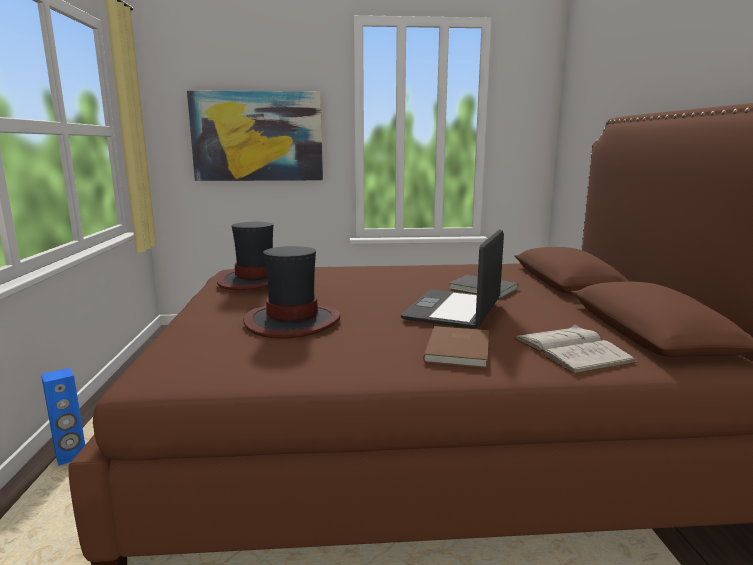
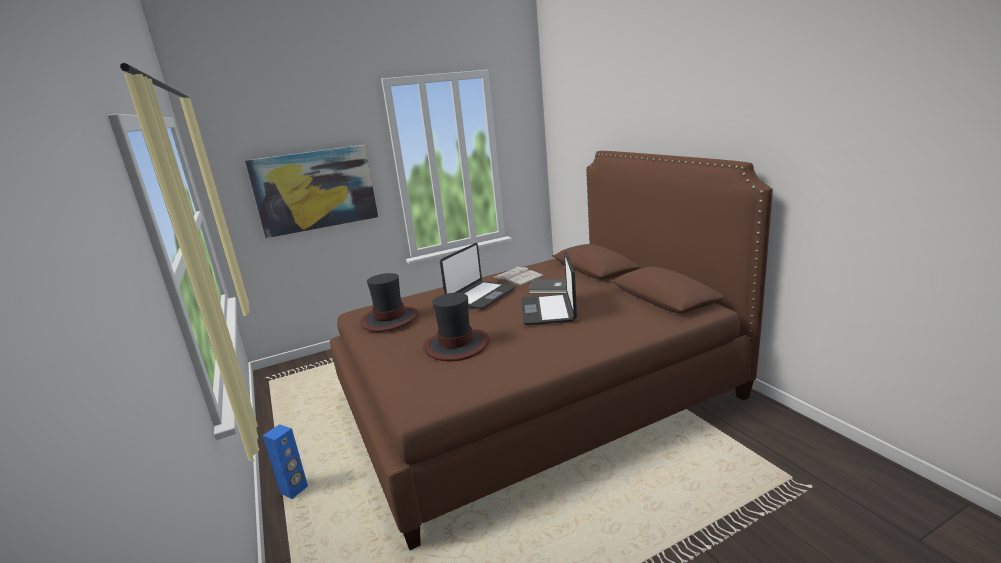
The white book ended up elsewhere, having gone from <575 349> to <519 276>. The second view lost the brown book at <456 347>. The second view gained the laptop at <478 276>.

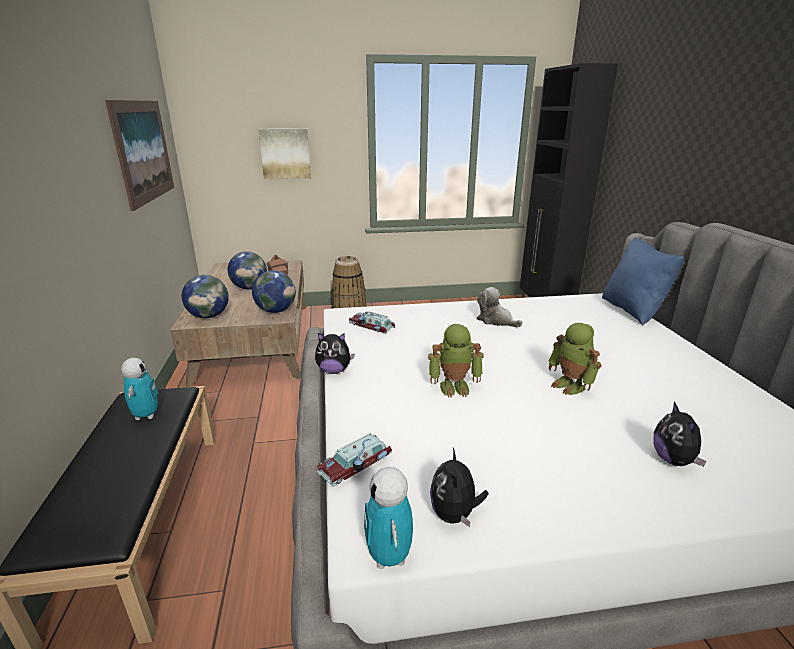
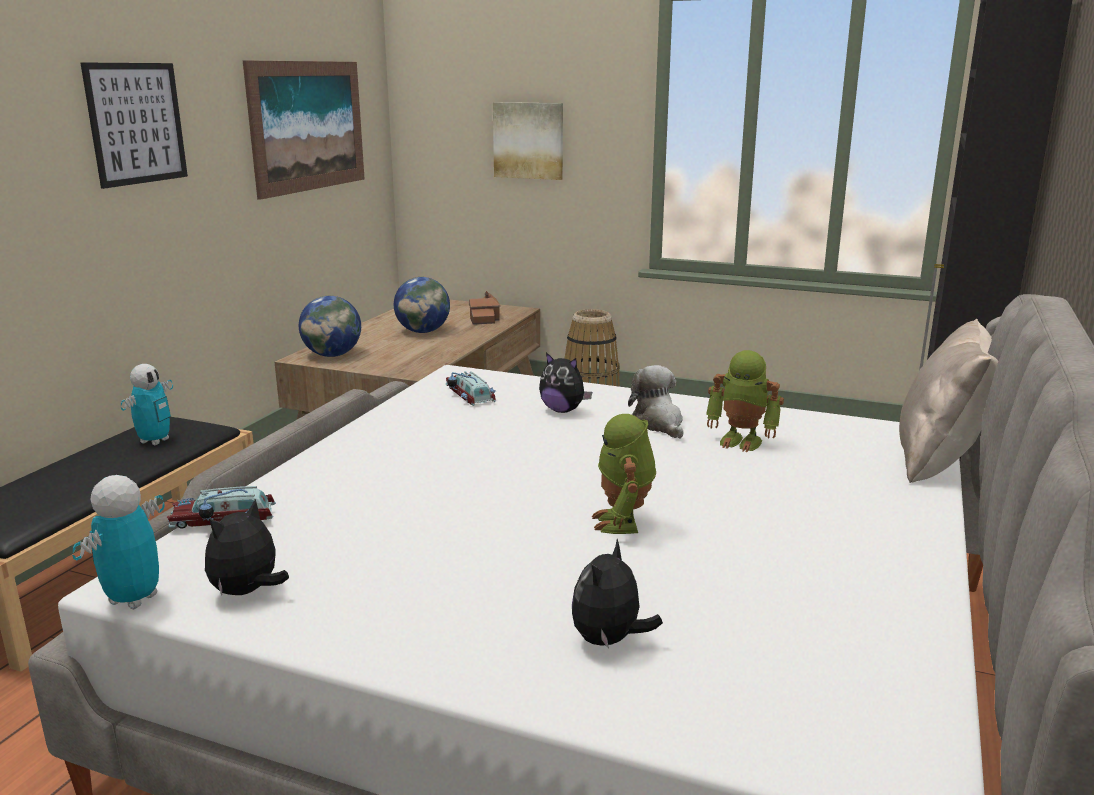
What was the blue pillow at <643 281> turned into the beige pillow at <948 401>. The second view lost the globe at <274 291>. The toy robot ended up elsewhere, having gone from <456 361> to <745 401>. The plush toy ended up elsewhere, having gone from <335 353> to <565 382>. The second view gained the picture at <134 126>.

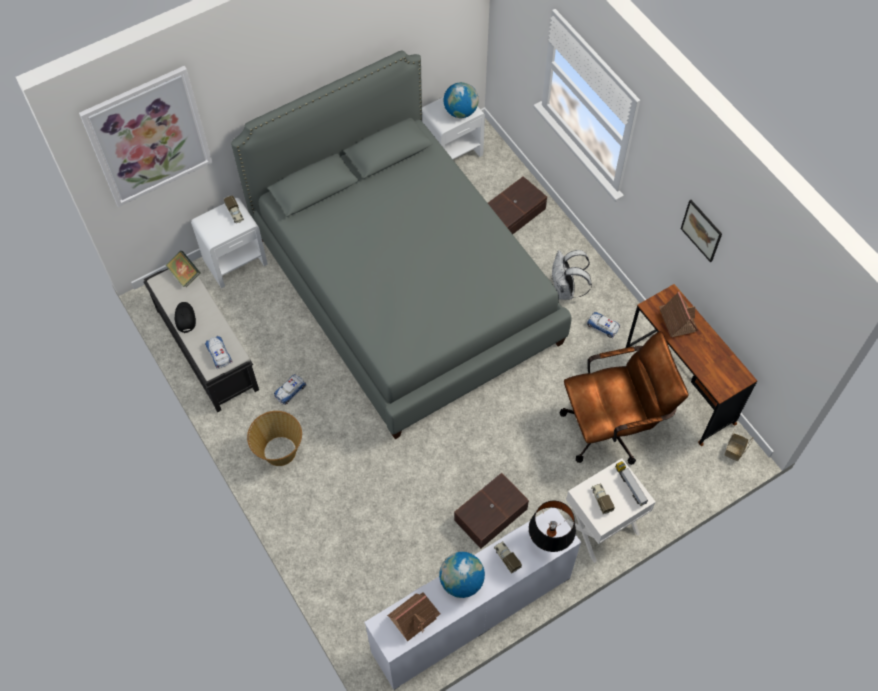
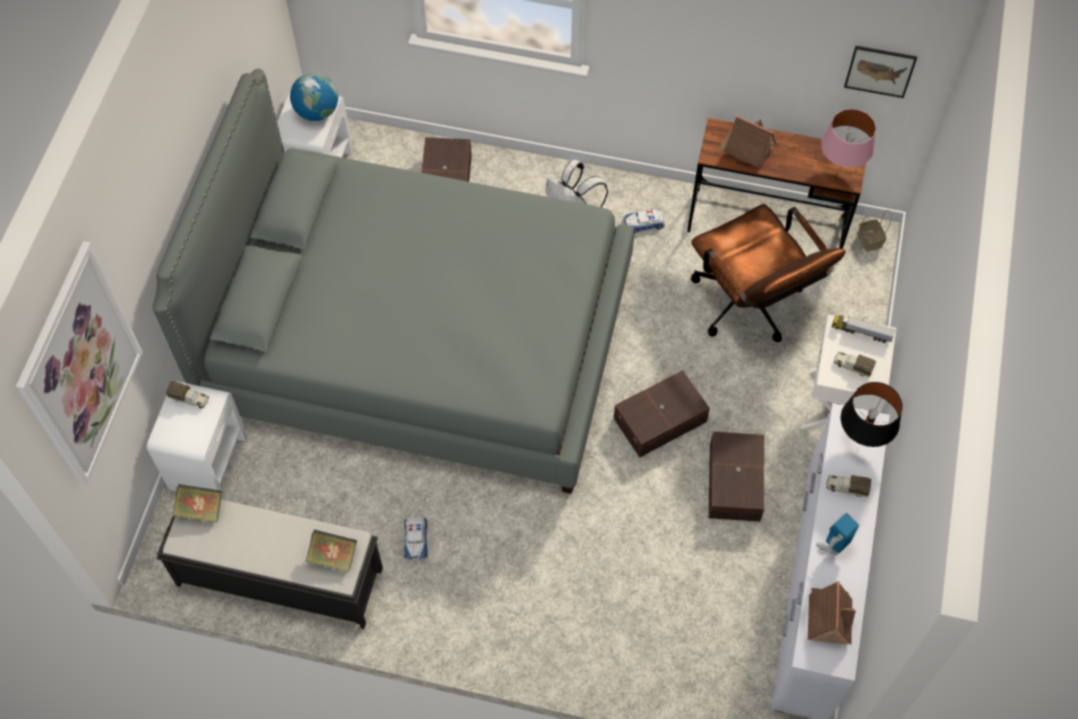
The picture ended up elsewhere, having gone from <701 231> to <880 72>. The second view lost the black cap at <185 317>. The brown office chair at <623 398> ended up facing another way, 120 degrees clockwise from before. Where the toy car stood at <219 352>, the book came to stand at <331 551>. The second view lost the basket at <274 438>. Where the globe stood at <462 575>, the toy robot came to stand at <837 534>. The second view gained the pink table lamp at <848 138>. The second view gained the brown storage box at <662 413>.

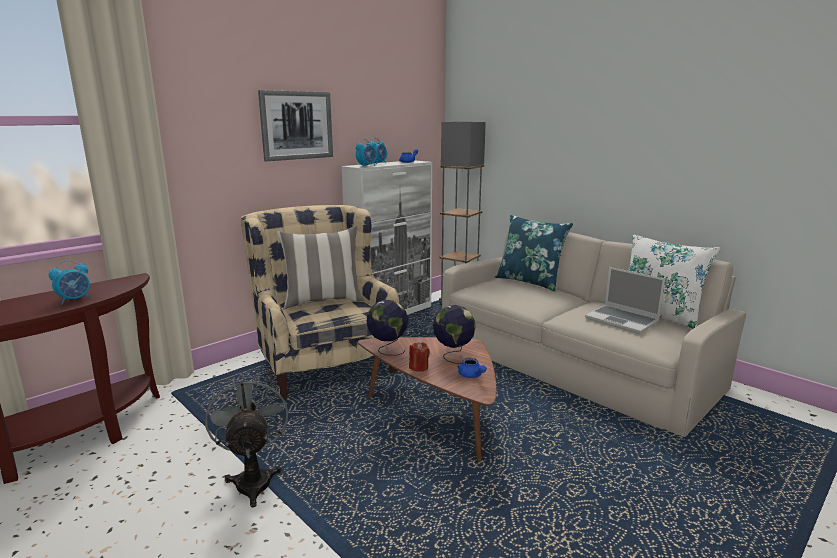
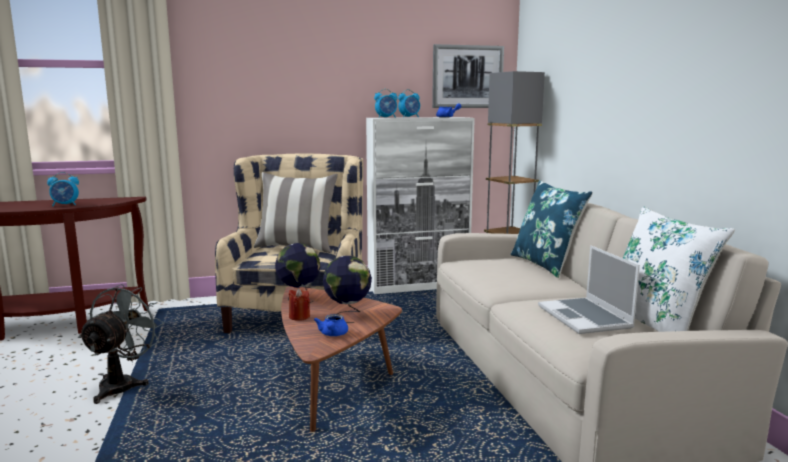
The picture ended up elsewhere, having gone from <295 125> to <468 76>.

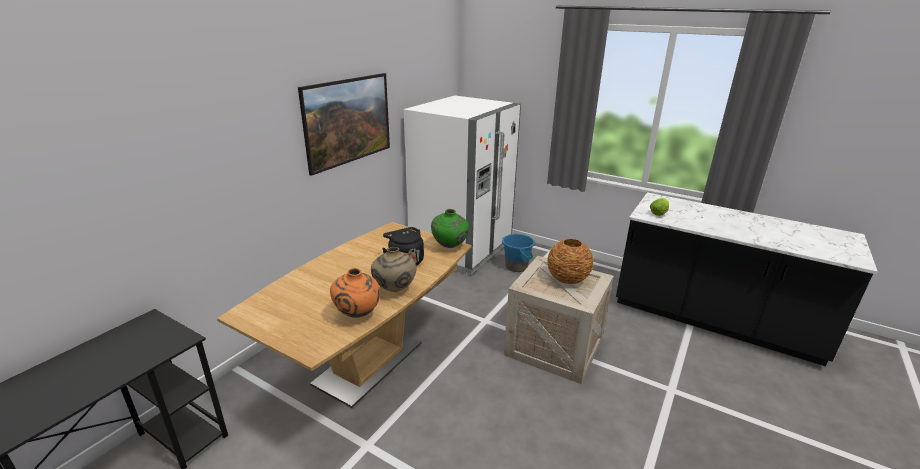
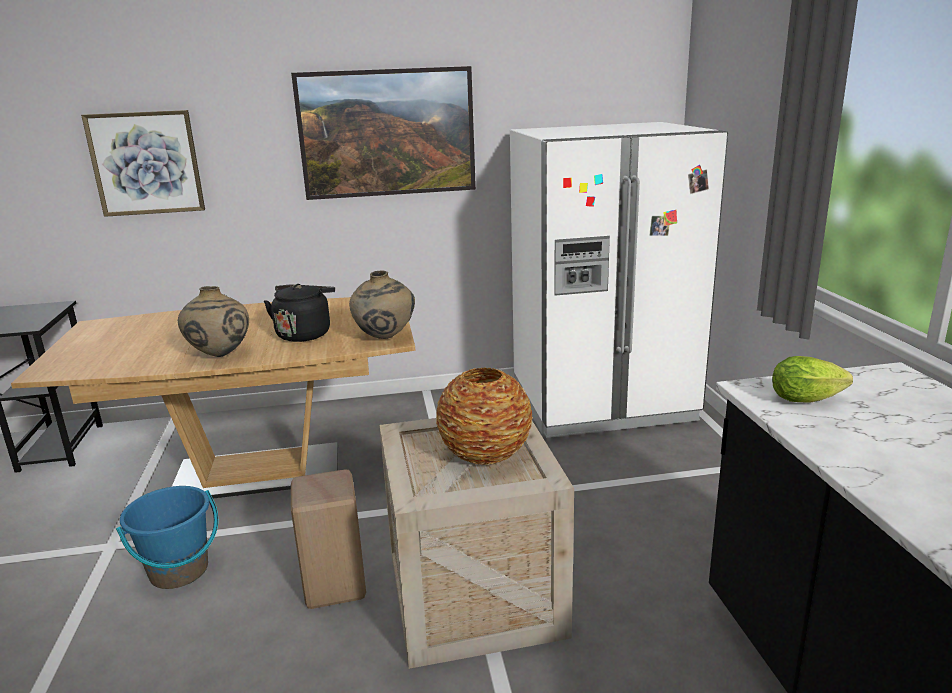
What was the green vase at <450 228> turned into the beige vase at <382 305>. The blue bucket ended up elsewhere, having gone from <518 253> to <167 537>. The second view lost the orange vase at <355 293>. The second view gained the picture at <143 163>. The second view gained the beige stool at <328 539>.

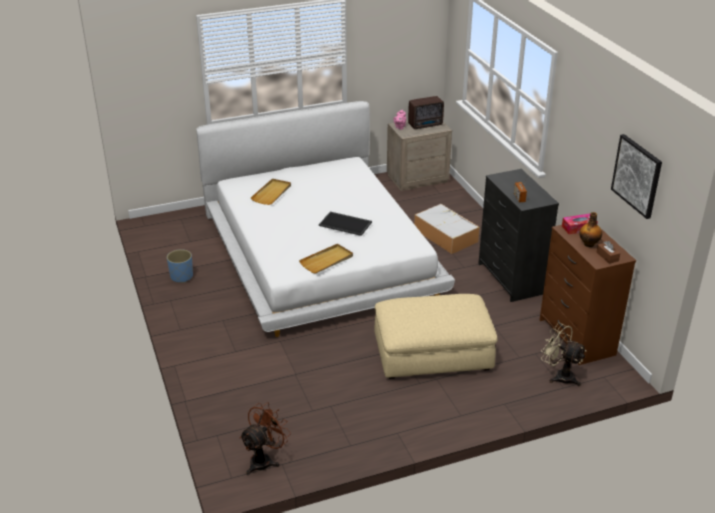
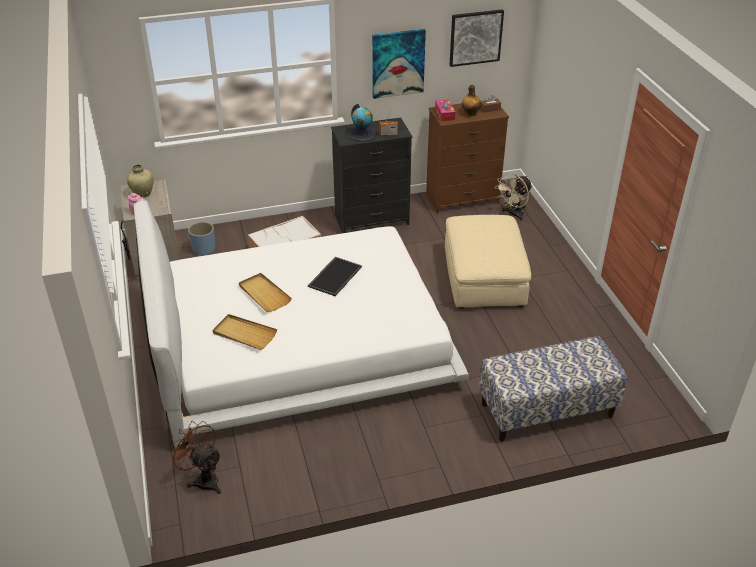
Where the radio stood at <426 112>, the beige vase came to stand at <140 180>. The beige tray ended up elsewhere, having gone from <326 259> to <265 292>. The blue planter ended up elsewhere, having gone from <180 266> to <201 239>. The brown fan ended up elsewhere, having gone from <265 438> to <194 457>. The second view gained the picture at <399 64>. The second view gained the globe at <362 123>. The second view gained the bench at <553 389>.

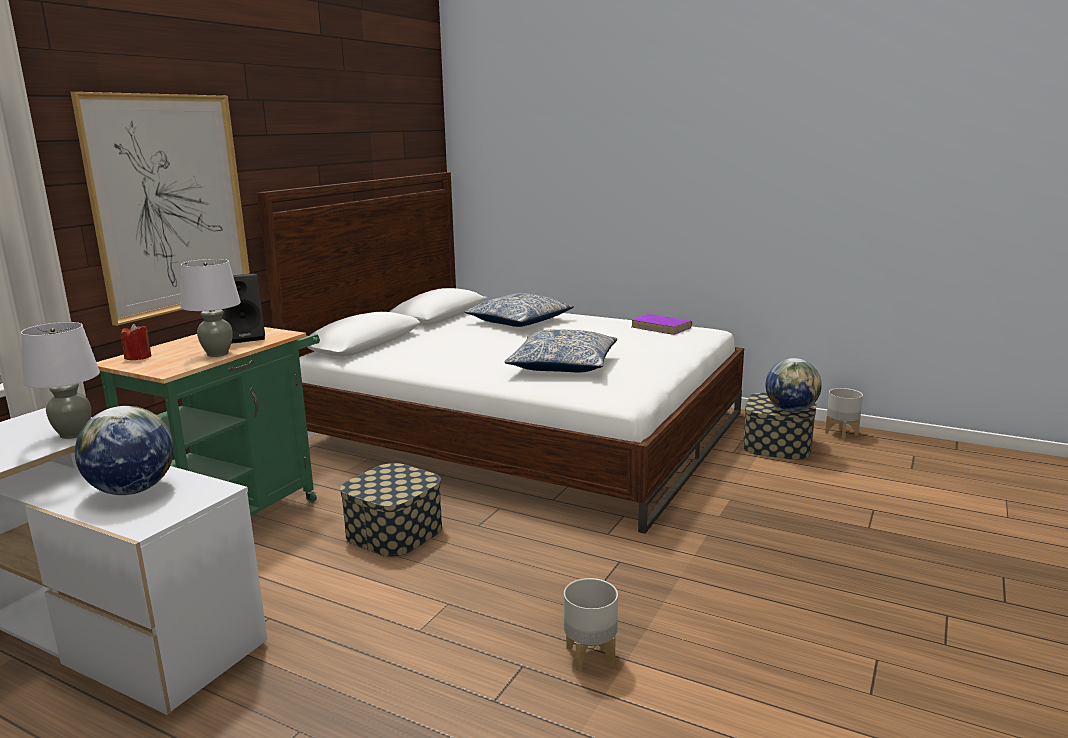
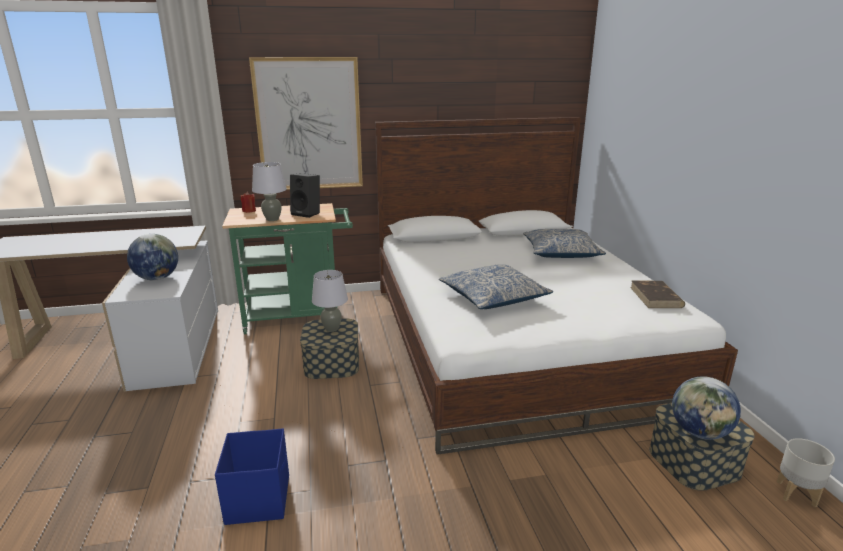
What was the purple book at <661 324> turned into the brown book at <657 294>. The grey table lamp ended up elsewhere, having gone from <60 380> to <330 301>. Where the grey planter stood at <591 625>, the blue storage box came to stand at <252 476>.

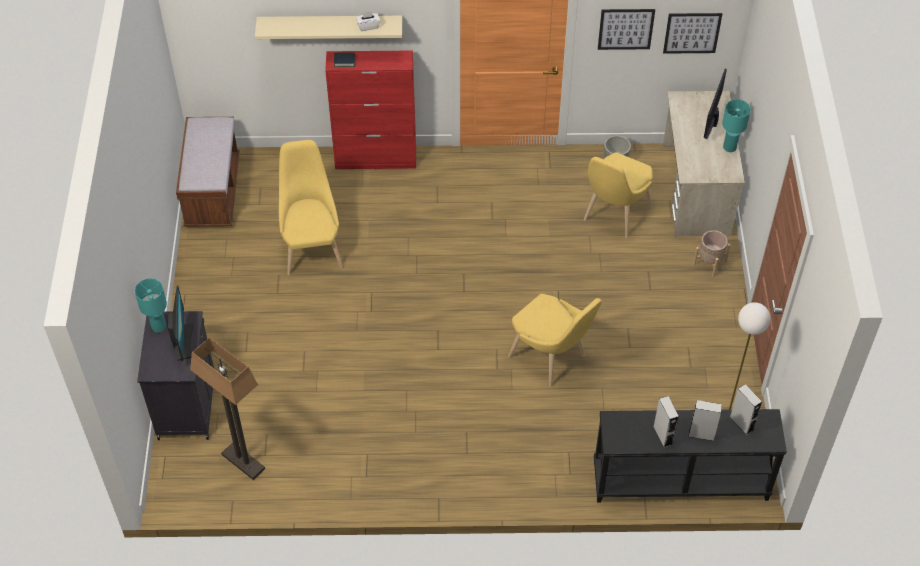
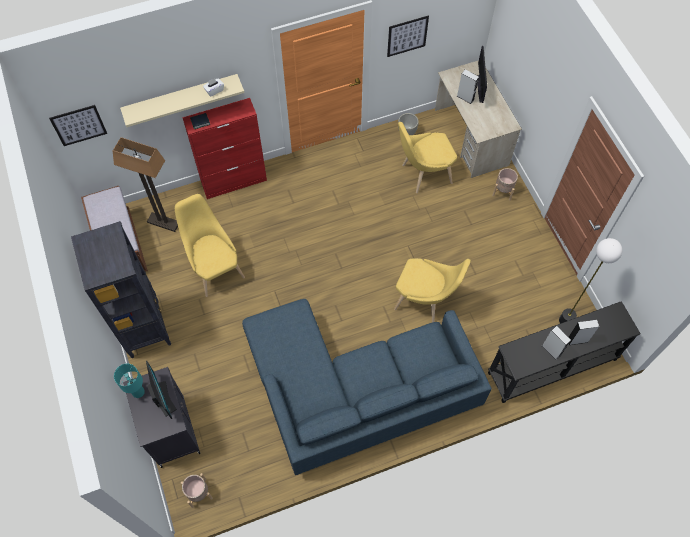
The picture ended up elsewhere, having gone from <692 33> to <78 125>. The second view lost the turquoise table lamp at <736 125>. The yellow chair at <618 195> ended up facing another way, 60 degrees clockwise from before. The floor lamp ended up elsewhere, having gone from <227 408> to <145 184>. The grey speaker ended up elsewhere, having gone from <746 409> to <468 87>. The second view gained the black bookcase at <121 289>. The second view gained the blue sofa at <367 387>. The second view gained the beige planter at <197 490>.

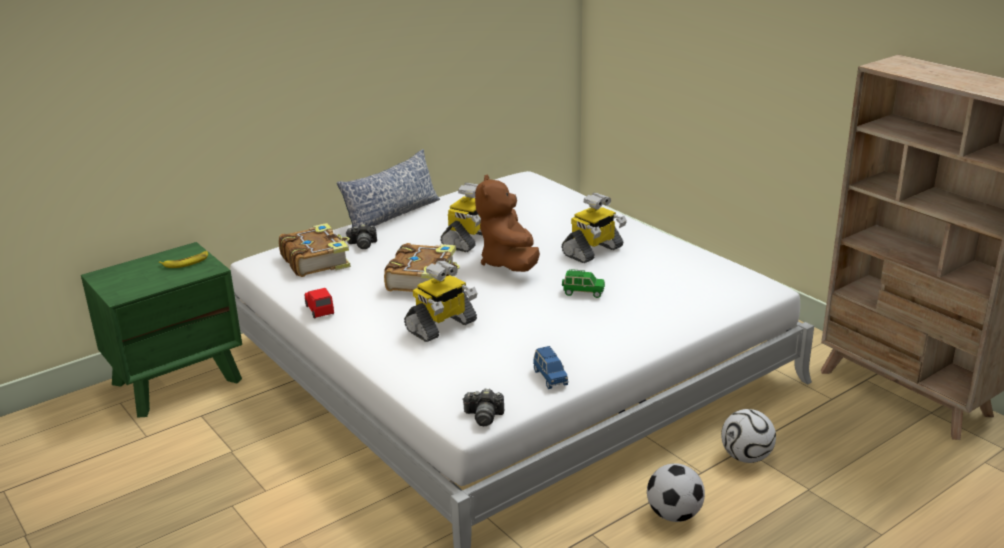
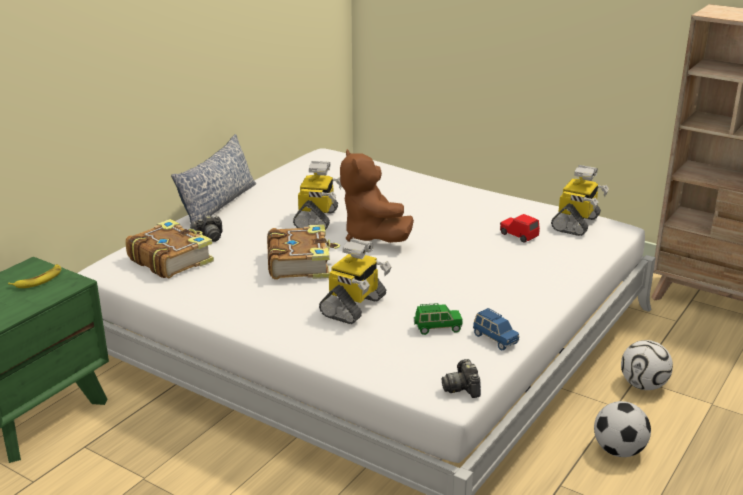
The toy robot ended up elsewhere, having gone from <594 228> to <580 200>. The green toy car ended up elsewhere, having gone from <583 283> to <438 319>. The red toy car ended up elsewhere, having gone from <319 303> to <520 228>. The photo camera at <483 407> ended up facing another way, 90 degrees clockwise from before.

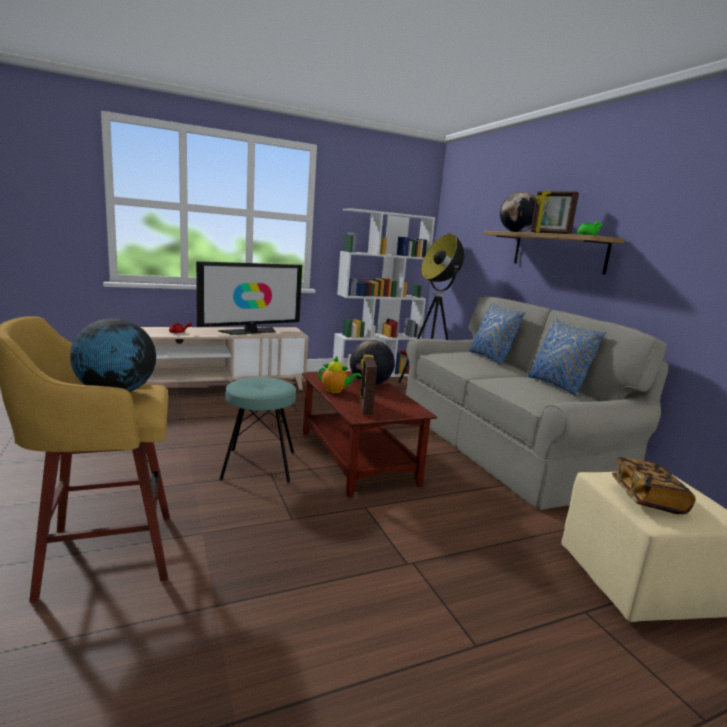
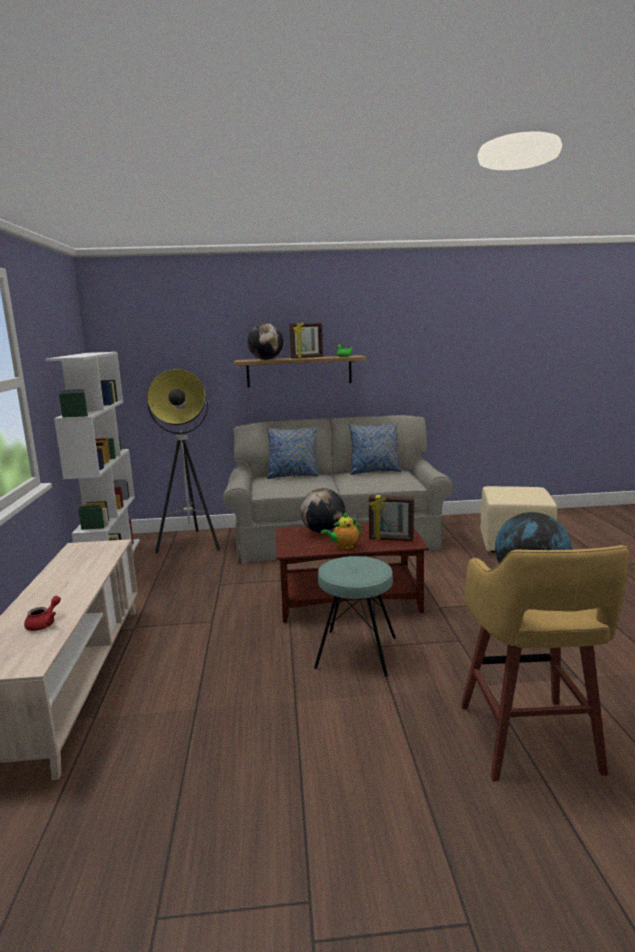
The second view lost the television at <249 298>. The teapot at <339 374> ended up facing another way, 150 degrees counterclockwise from before. The second view lost the book at <653 485>.

